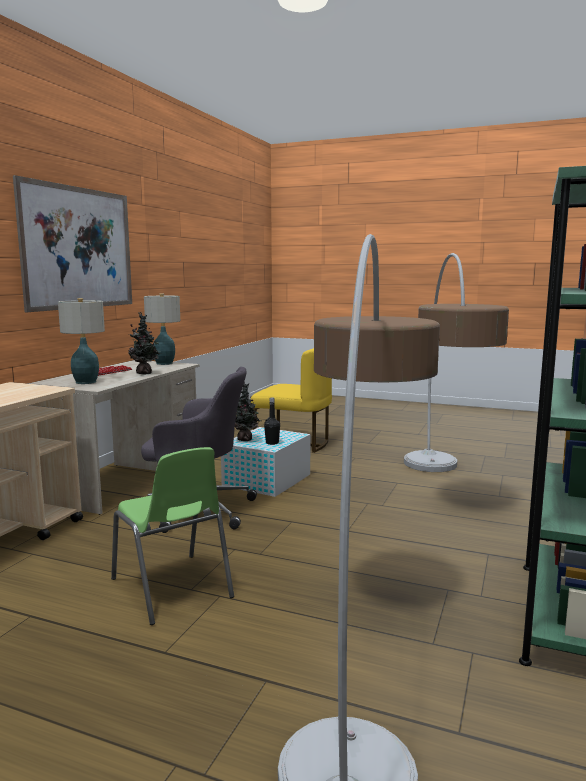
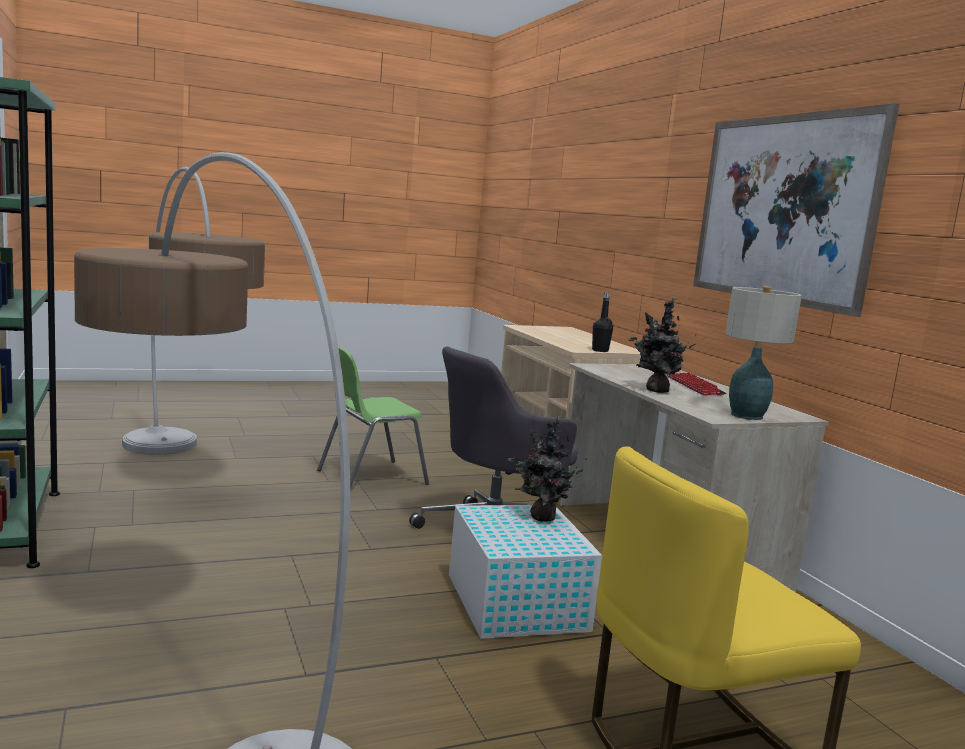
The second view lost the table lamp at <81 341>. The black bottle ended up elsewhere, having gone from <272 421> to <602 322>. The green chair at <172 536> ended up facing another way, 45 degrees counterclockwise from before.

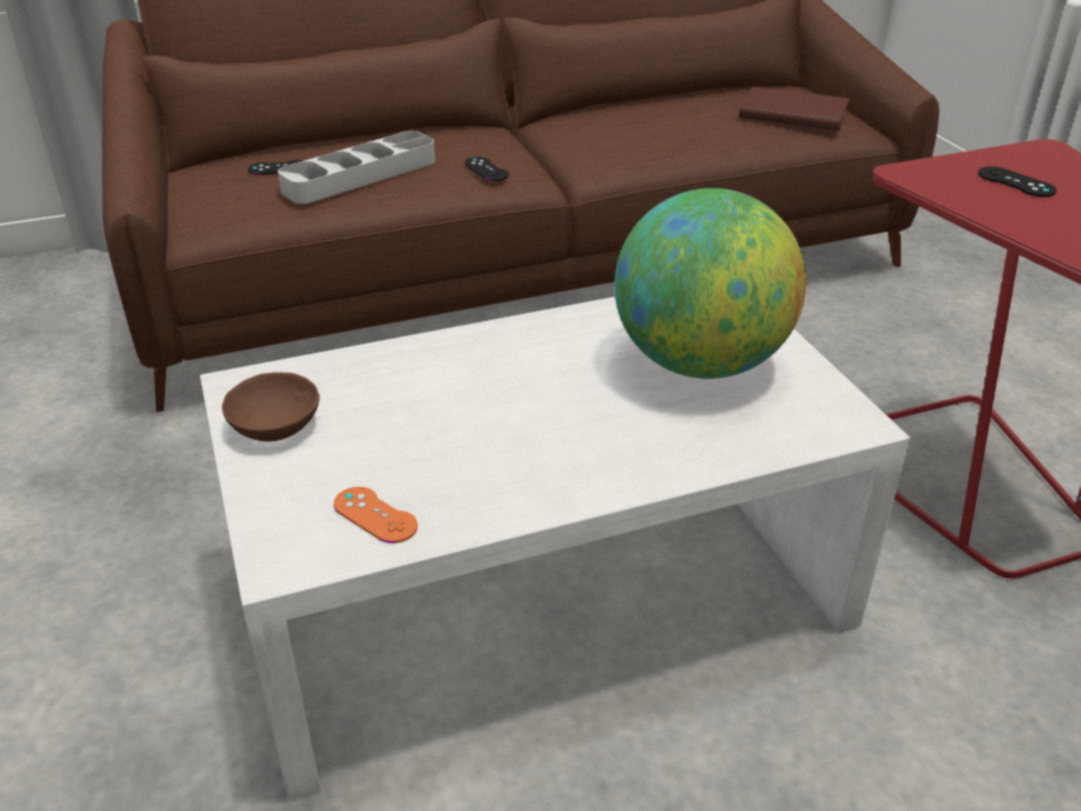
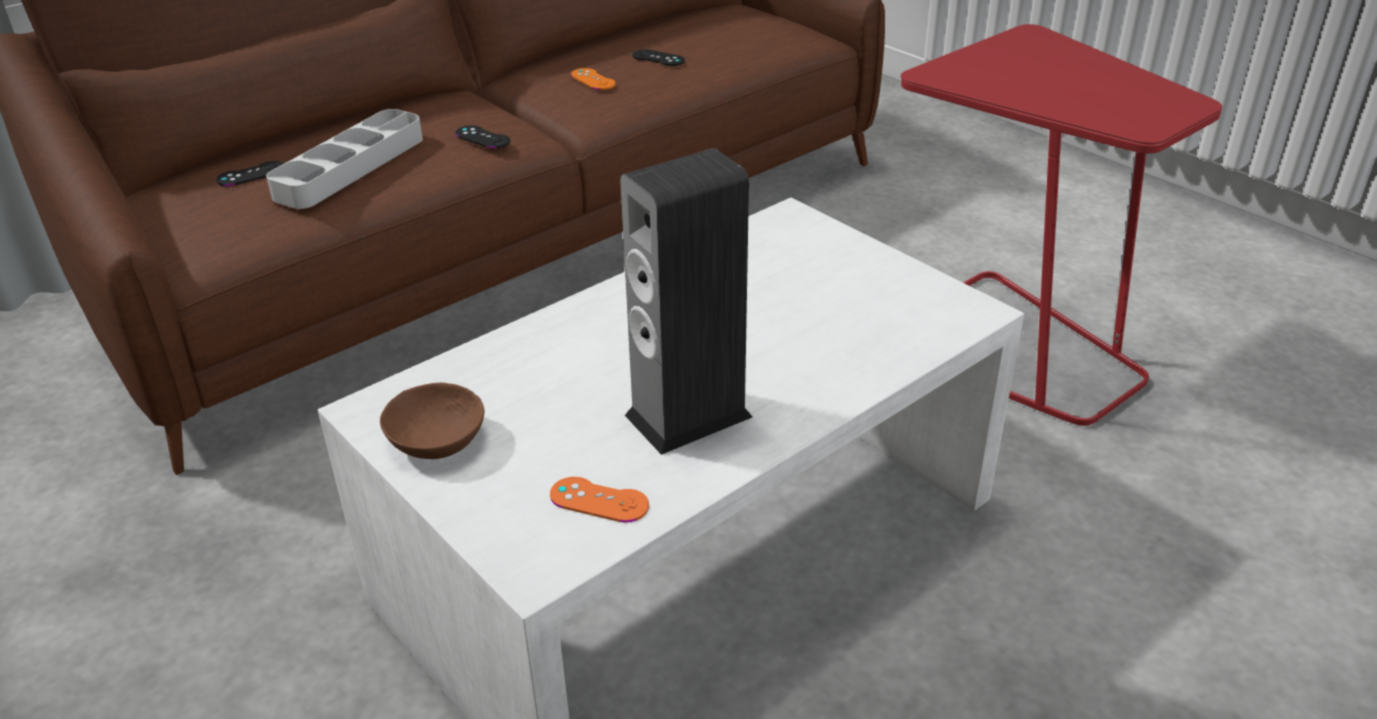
The second view lost the brown book at <794 109>. The black game controller ended up elsewhere, having gone from <1017 181> to <658 57>. The second view lost the globe at <710 283>. The second view gained the orange game controller at <593 79>. The second view gained the speaker at <686 301>.

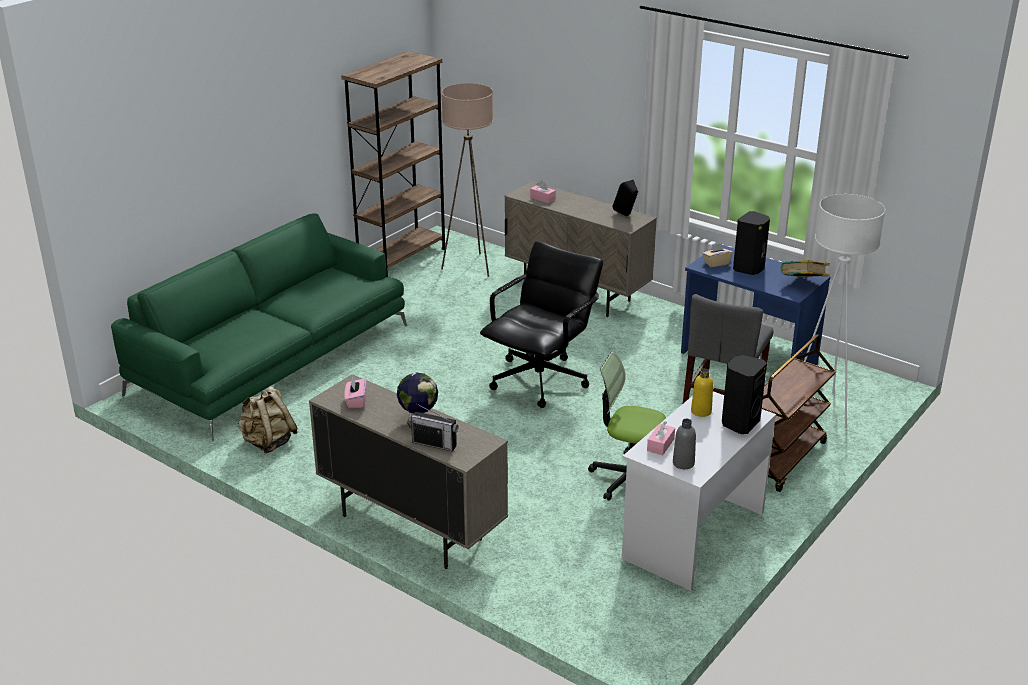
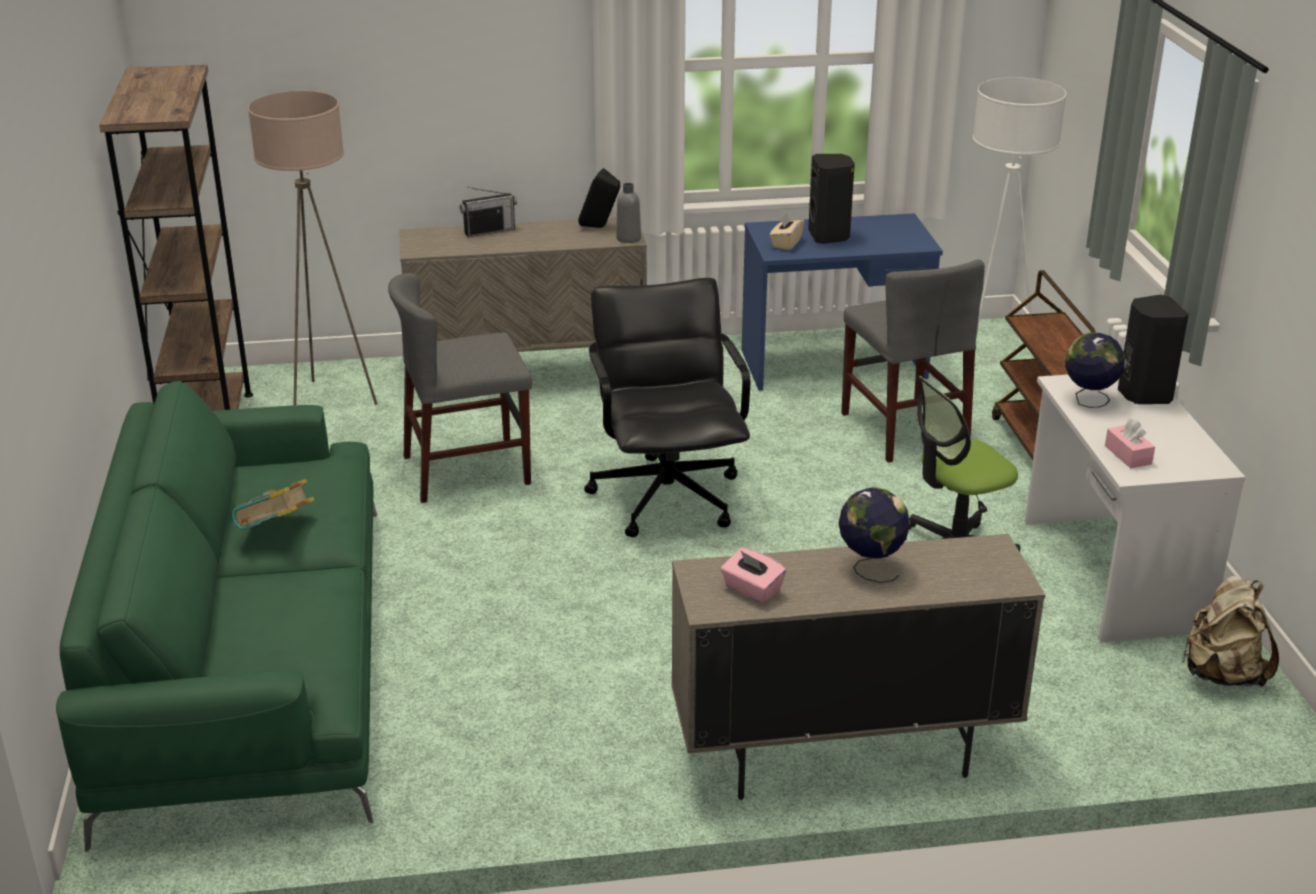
The second view lost the pink tissue box at <543 192>. The book ended up elsewhere, having gone from <805 269> to <273 504>. Where the yellow bottle stood at <702 393>, the globe came to stand at <1095 370>. The beige backpack ended up elsewhere, having gone from <267 419> to <1230 631>. The radio ended up elsewhere, having gone from <433 428> to <488 212>. The grey bottle ended up elsewhere, having gone from <684 444> to <628 213>. The second view gained the grey chair at <460 388>.

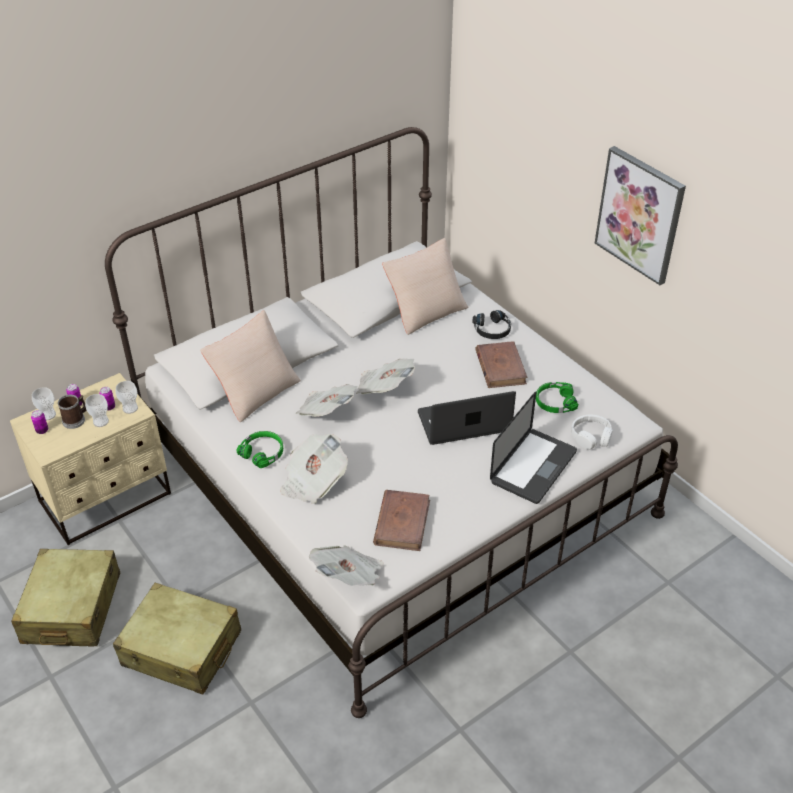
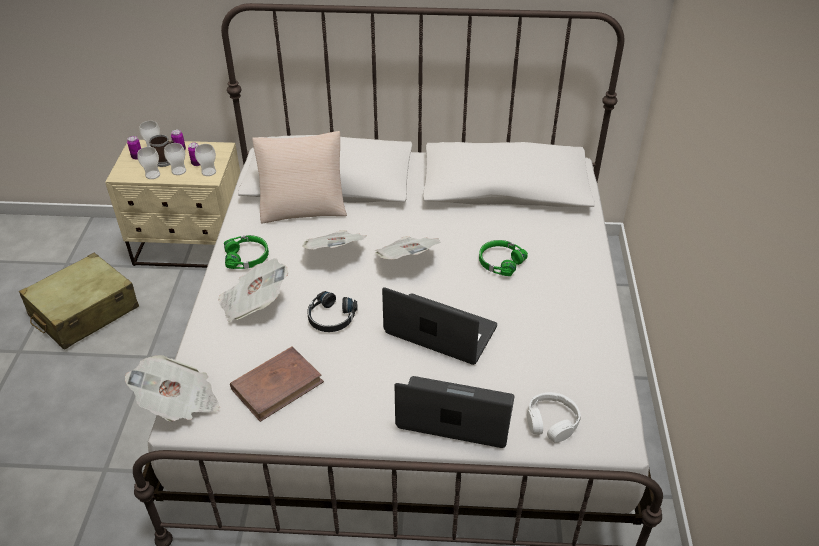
The second view lost the picture at <640 215>. The second view lost the beige pillow at <425 286>. The black headphones ended up elsewhere, having gone from <491 324> to <332 311>. The second view lost the brown book at <501 364>. The green headphones ended up elsewhere, having gone from <557 397> to <503 258>. The laptop at <533 448> ended up facing another way, 150 degrees counterclockwise from before. The second view lost the beige suitcase at <177 638>. The second view gained the cup at <148 163>.

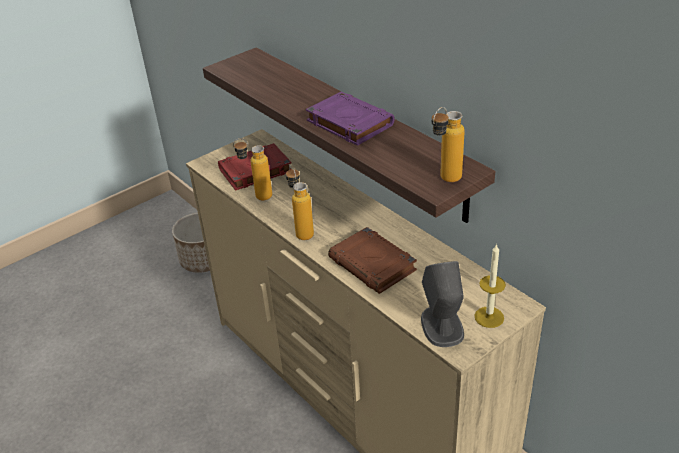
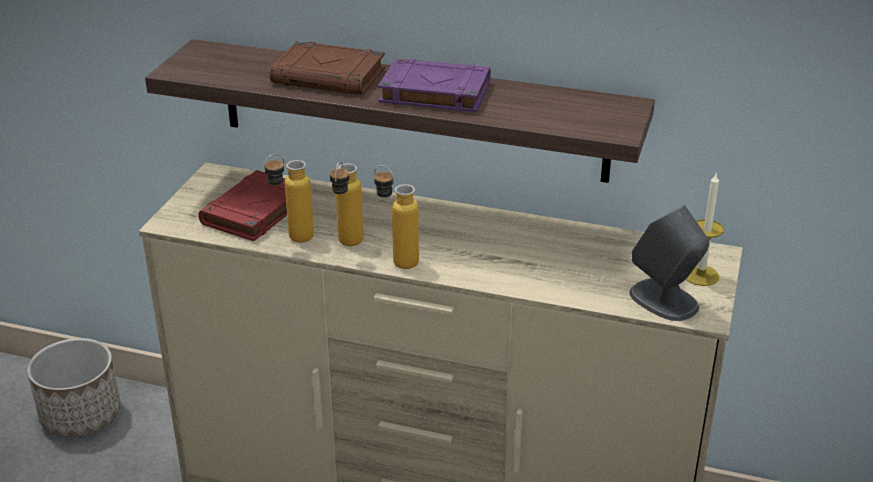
The bottle ended up elsewhere, having gone from <448 144> to <346 203>. The brown book ended up elsewhere, having gone from <372 260> to <327 68>.

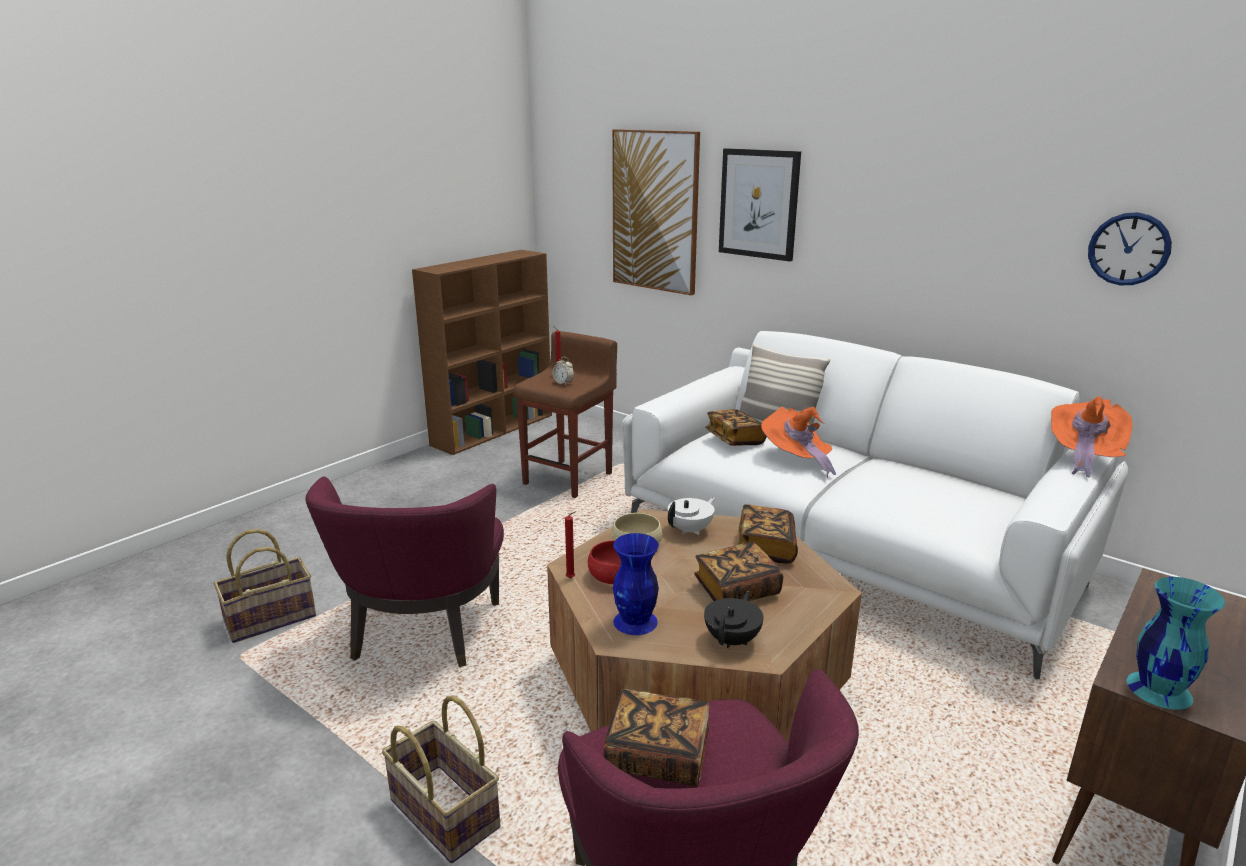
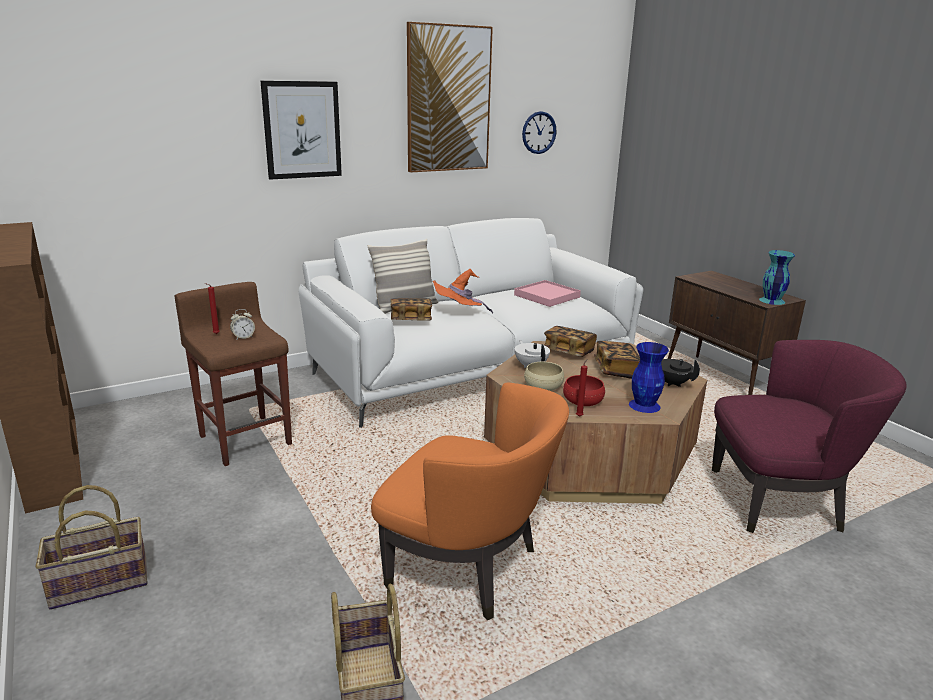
The picture ended up elsewhere, having gone from <656 212> to <450 97>. The second view lost the orange hat at <1091 437>. What was the purple armchair at <405 572> turned into the orange armchair at <470 501>. The second view lost the book at <657 738>. The basket ended up elsewhere, having gone from <441 779> to <91 547>. The second view gained the pink tray at <547 293>.

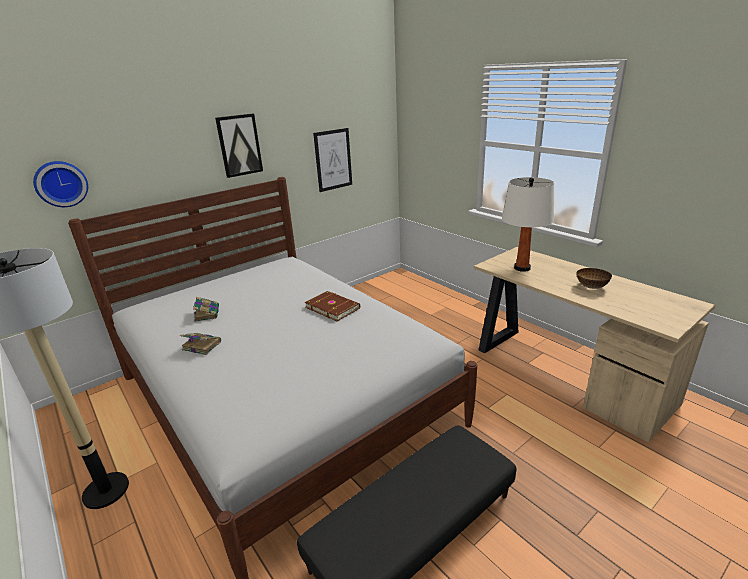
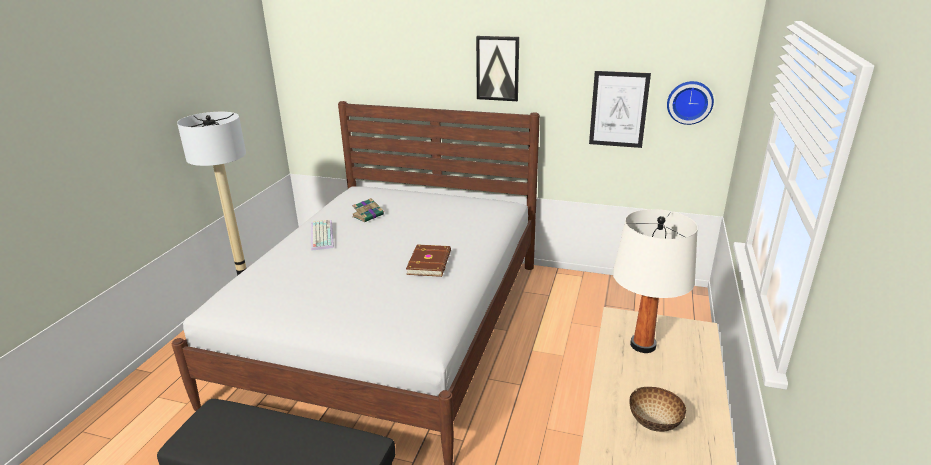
The wall clock ended up elsewhere, having gone from <60 184> to <690 103>. Where the book stood at <200 344>, the keyboard came to stand at <322 235>.

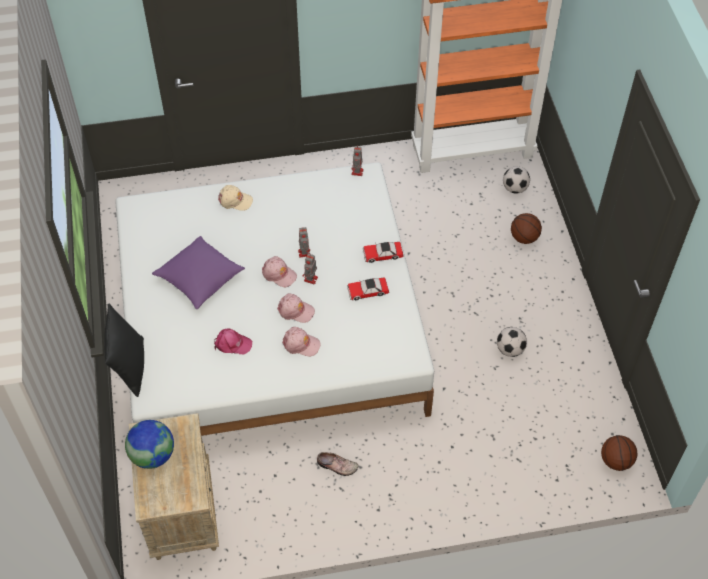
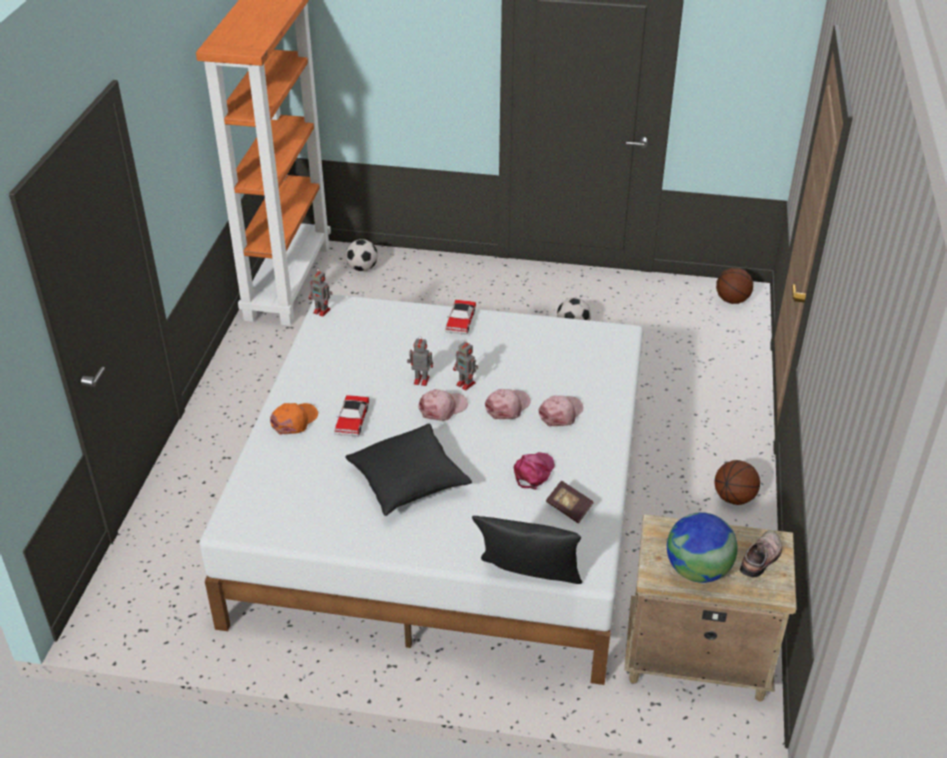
What was the beige cap at <235 198> turned into the orange cap at <294 419>. The basketball ended up elsewhere, having gone from <526 228> to <737 482>. What was the purple pillow at <198 272> turned into the black pillow at <408 470>. The toy car ended up elsewhere, having gone from <368 288> to <351 416>. The shoe ended up elsewhere, having gone from <338 464> to <761 553>. The second view gained the book at <569 501>.

